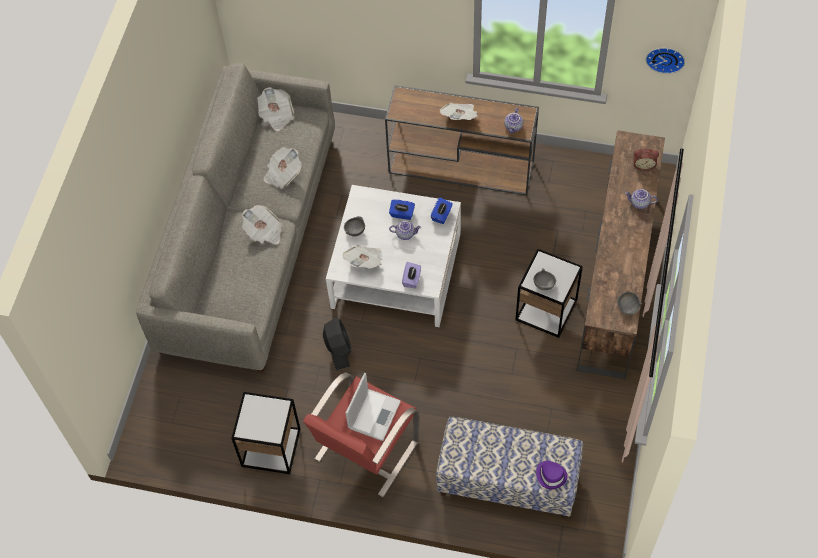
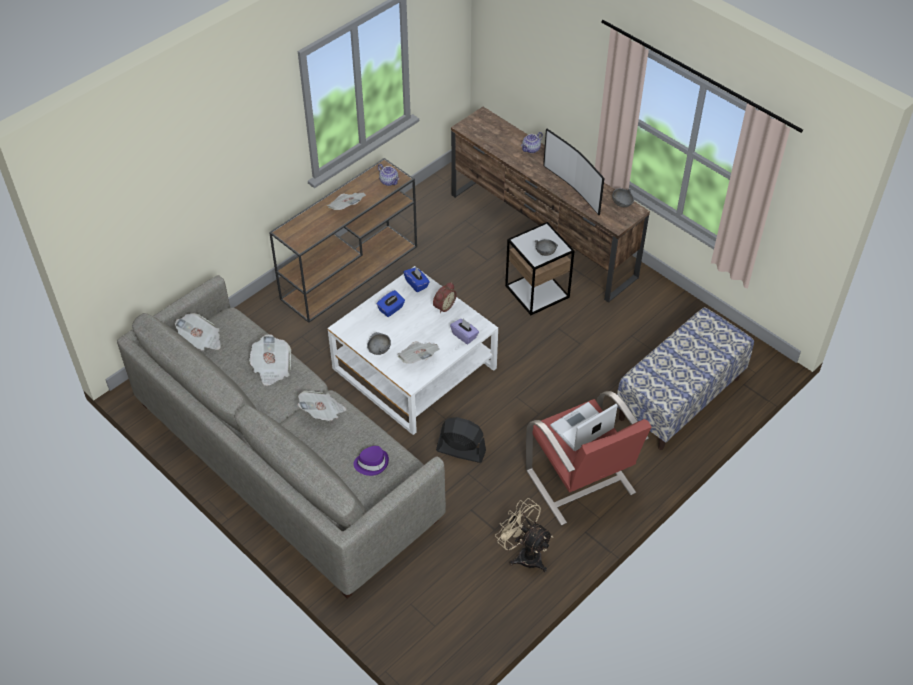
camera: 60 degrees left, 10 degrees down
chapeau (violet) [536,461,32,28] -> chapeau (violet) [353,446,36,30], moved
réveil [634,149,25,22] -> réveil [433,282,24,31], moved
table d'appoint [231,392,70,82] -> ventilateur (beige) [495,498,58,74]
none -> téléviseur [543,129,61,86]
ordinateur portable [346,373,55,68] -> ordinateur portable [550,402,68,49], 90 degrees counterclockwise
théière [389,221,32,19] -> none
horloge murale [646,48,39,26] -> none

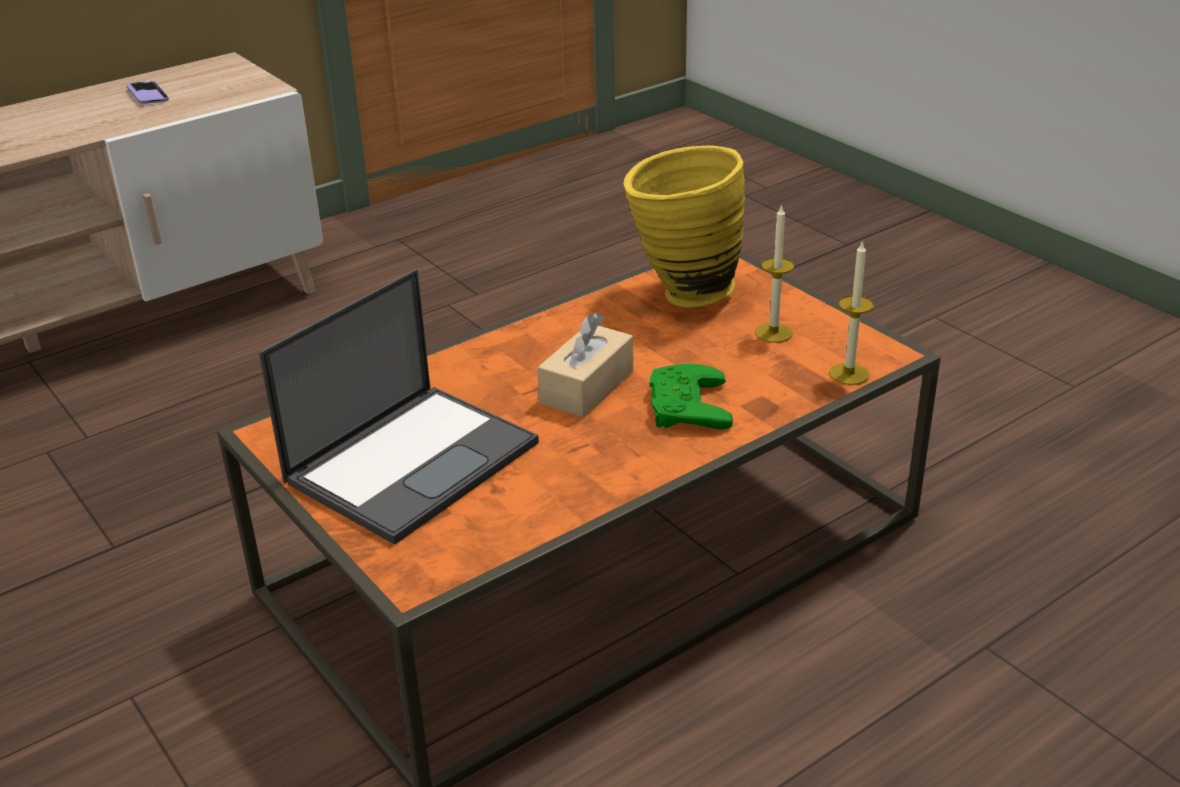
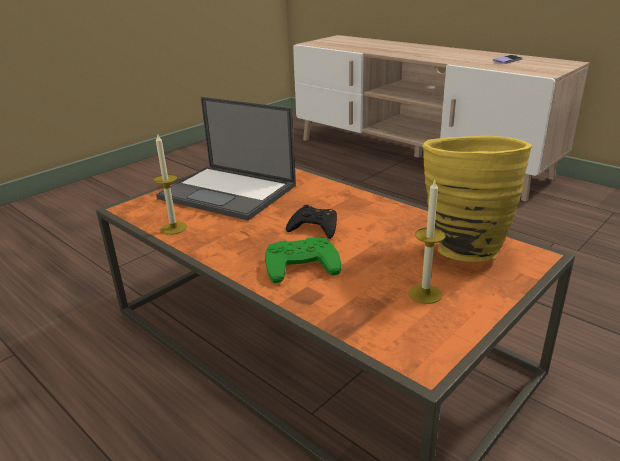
camera: 80 degrees right, 5 degrees down
bougie [829,240,45,145] -> bougie [153,133,34,102], moved
boîte à mouchoirs (beige) [537,313,96,105] -> manette (noir) [286,205,51,34]

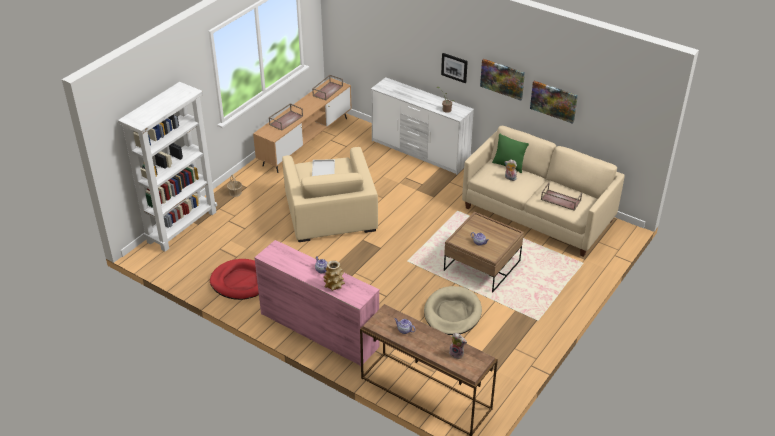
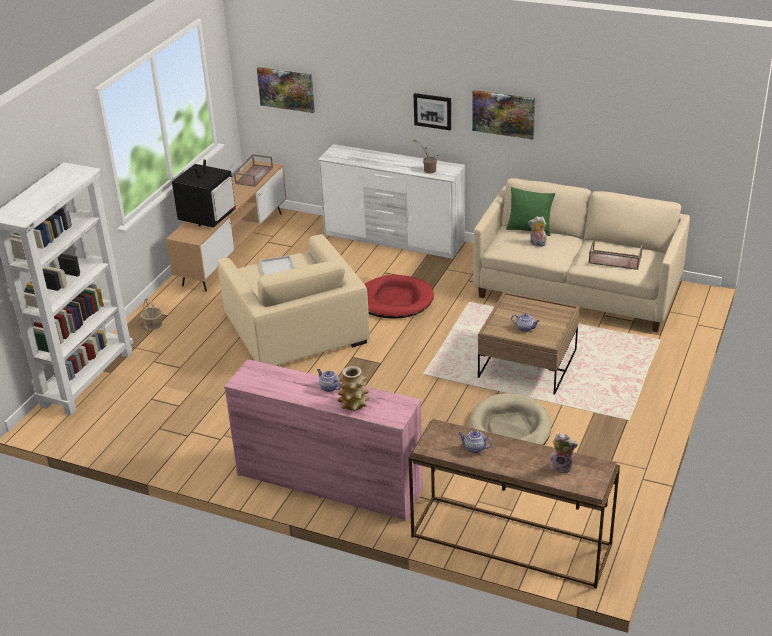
camera: 10 degrees left, 5 degrees down
plateau (marron) [269,103,34,28] -> téléviseur [172,159,64,69]
tableau [530,81,48,43] -> tableau [257,67,58,46], moved
panier pour chien (rouge) [210,259,49,41] -> panier pour chien (rouge) [364,275,70,44], moved

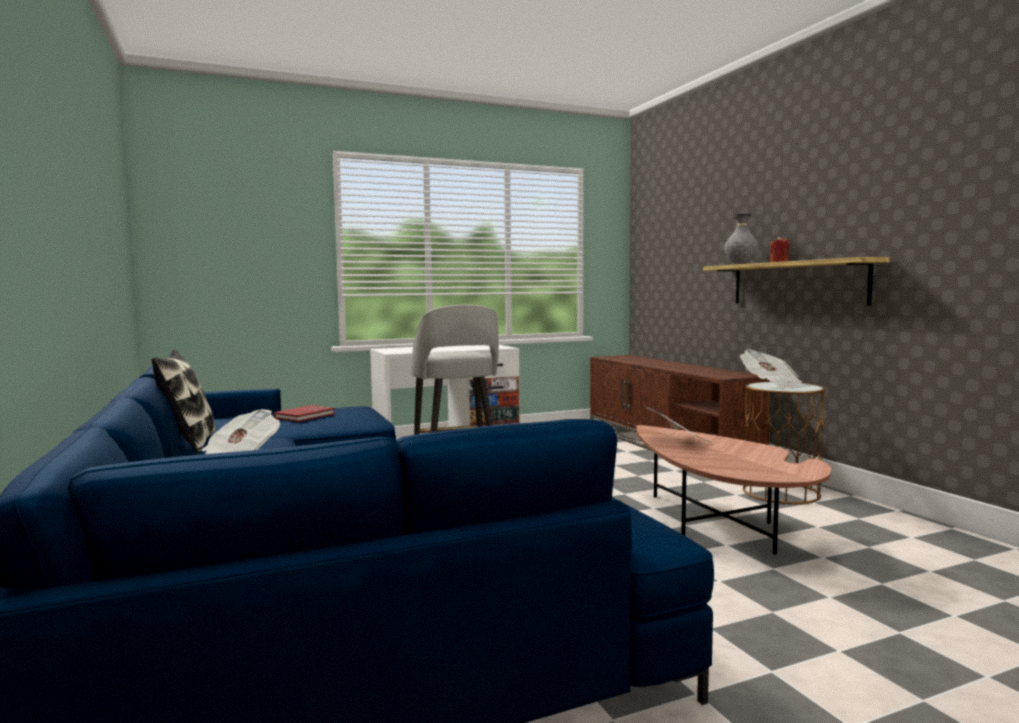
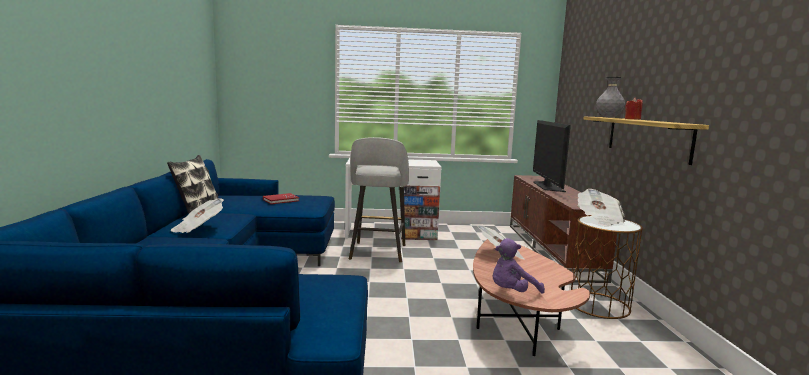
camera: 20 degrees right, 5 degrees up
none -> peluche (violet) [493,238,52,56]
none -> téléviseur [533,120,38,72]

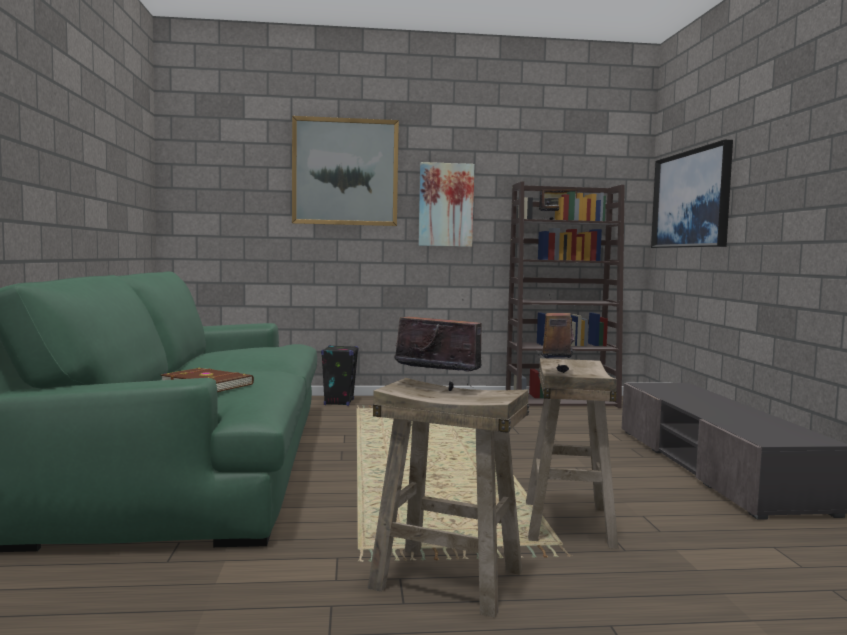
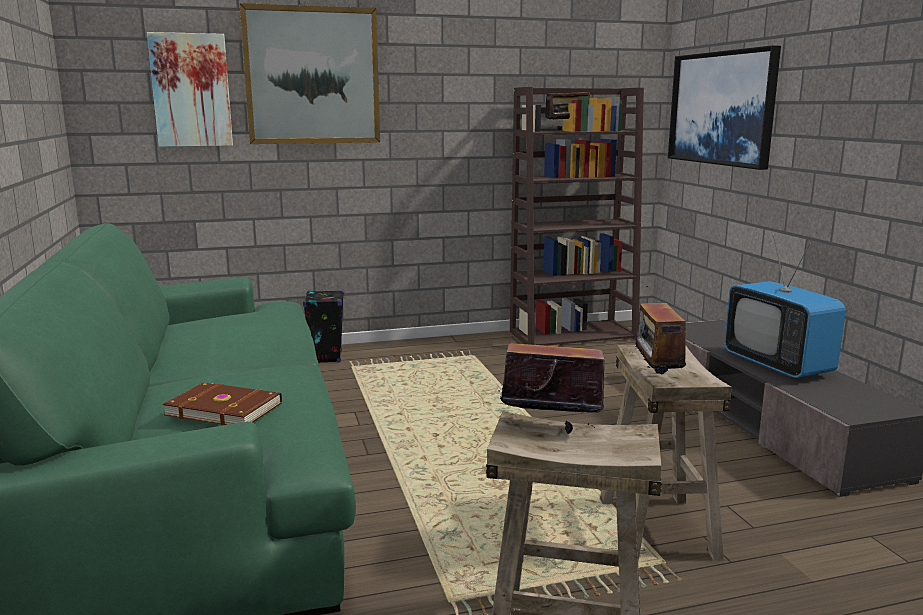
camera: 10 degrees left, 10 degrees up
tableau [418,162,57,85] -> tableau [147,32,86,115], moved
none -> téléviseur [724,236,122,142]

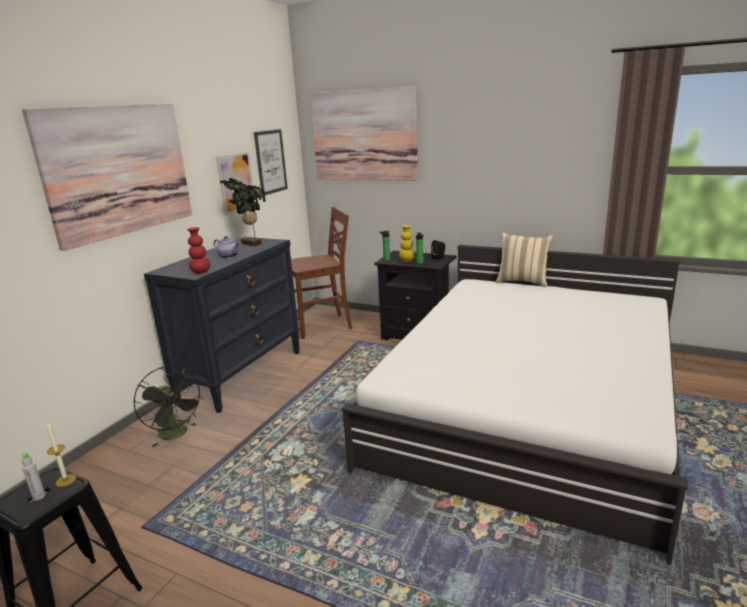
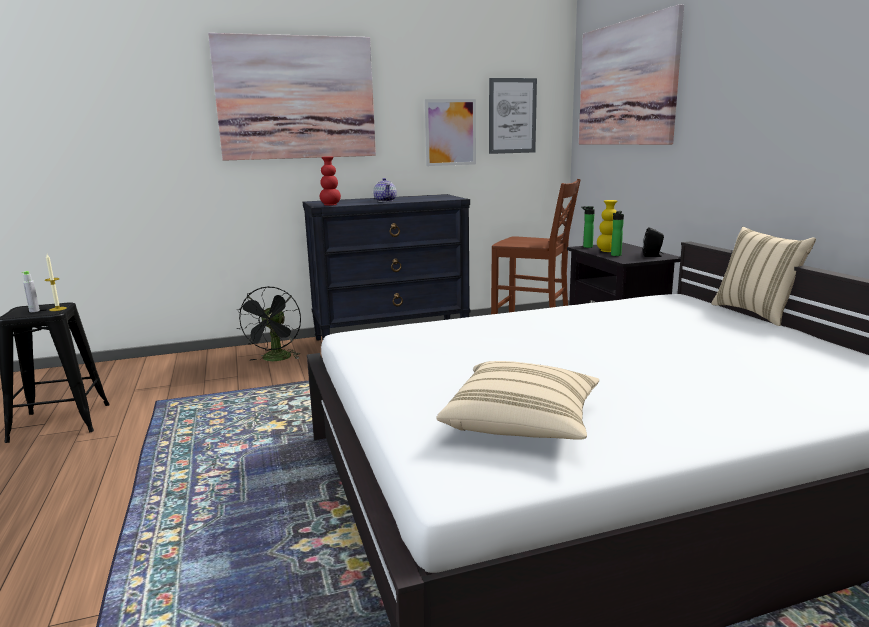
camera: 45 degrees right, 5 degrees down
none -> coussin (beige) [437,361,162,79]
plante en pot [220,178,46,68] -> none

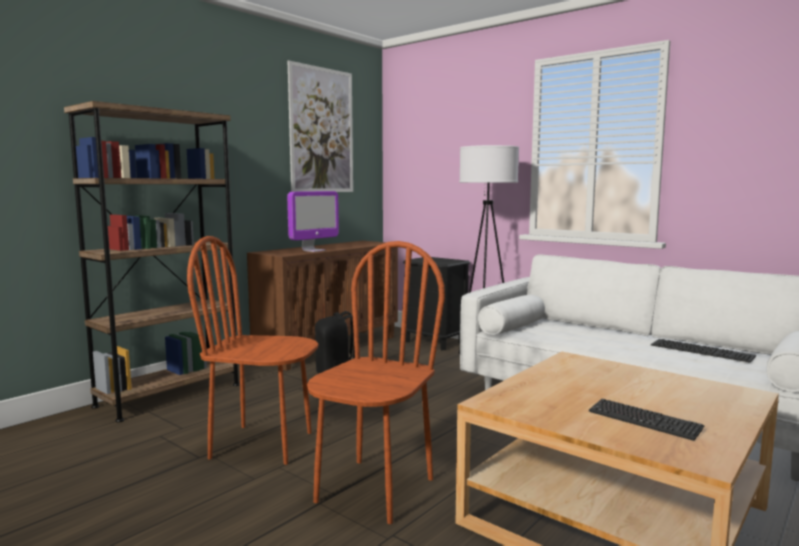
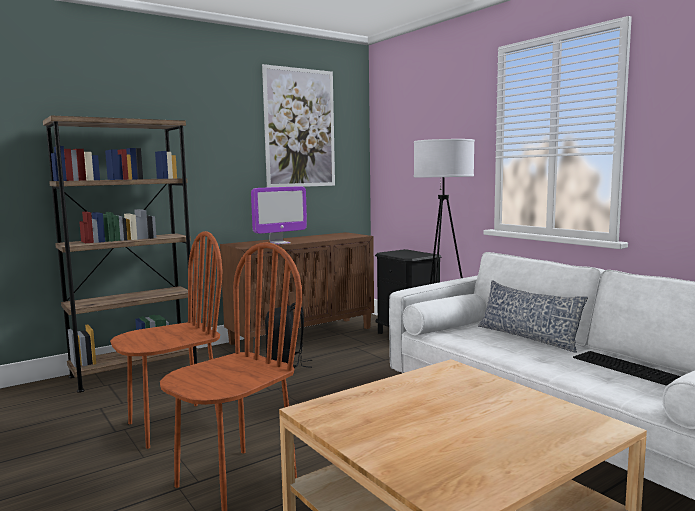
camera: 15 degrees right, 0 degrees up
chaise (marron) [187,236,131,229] -> chaise (marron) [110,231,112,218], 120 degrees clockwise
none -> coussin [478,280,110,73]
clavier [589,399,116,42] -> none

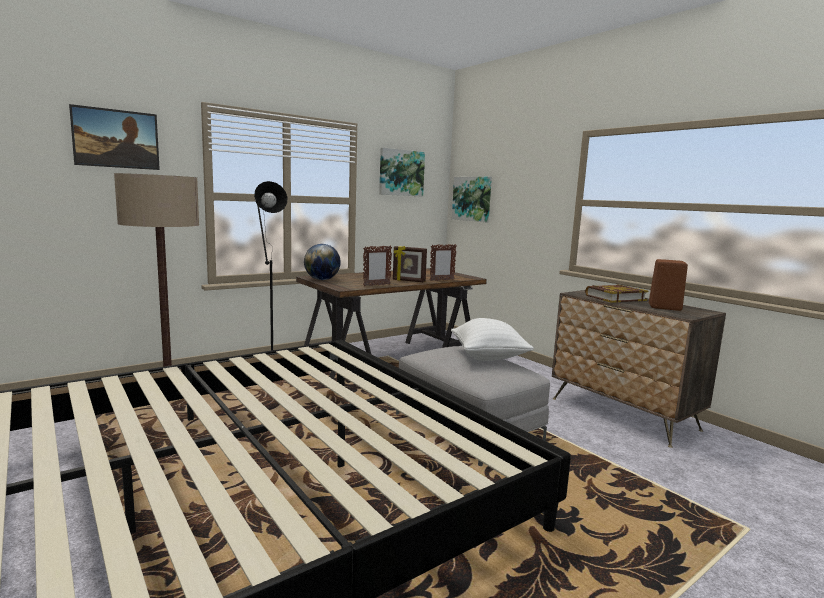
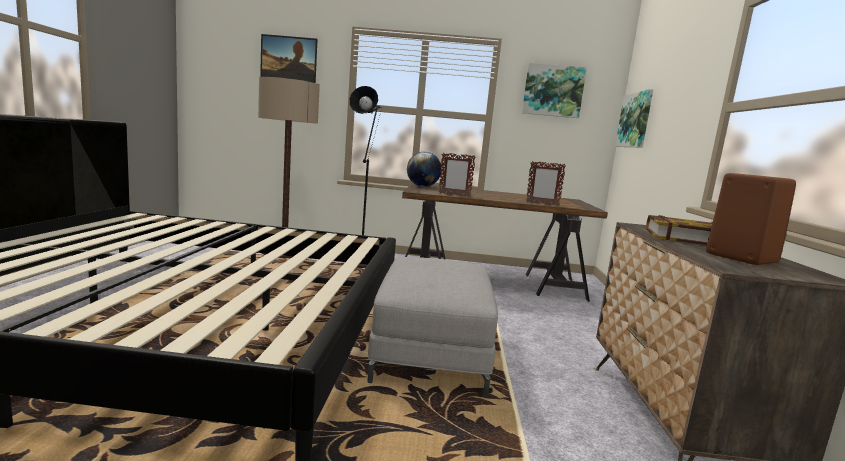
camera: 40 degrees right, 0 degrees up
cadre photo [393,246,34,36] -> none
coussin (blanc) [451,318,83,43] -> none

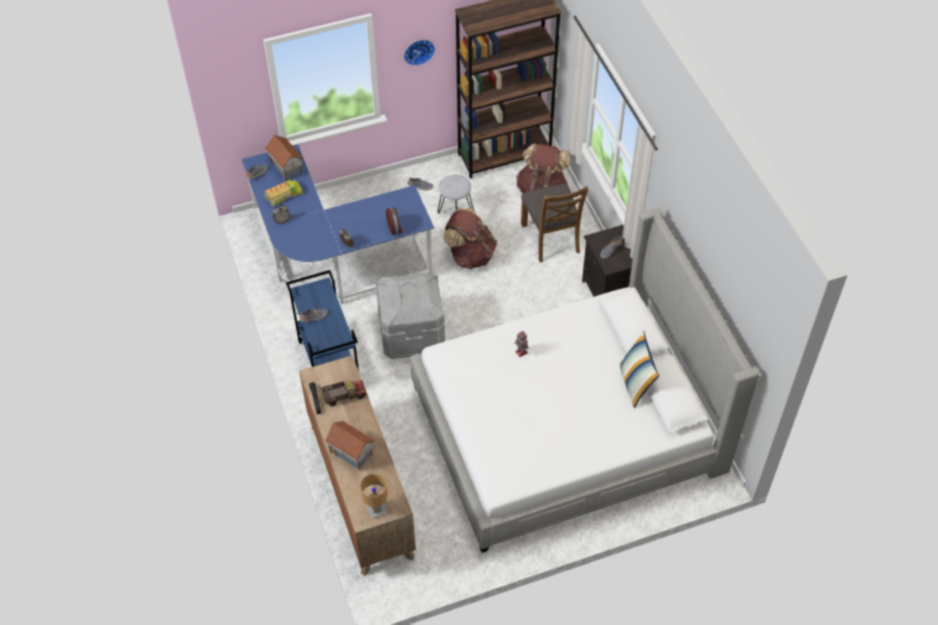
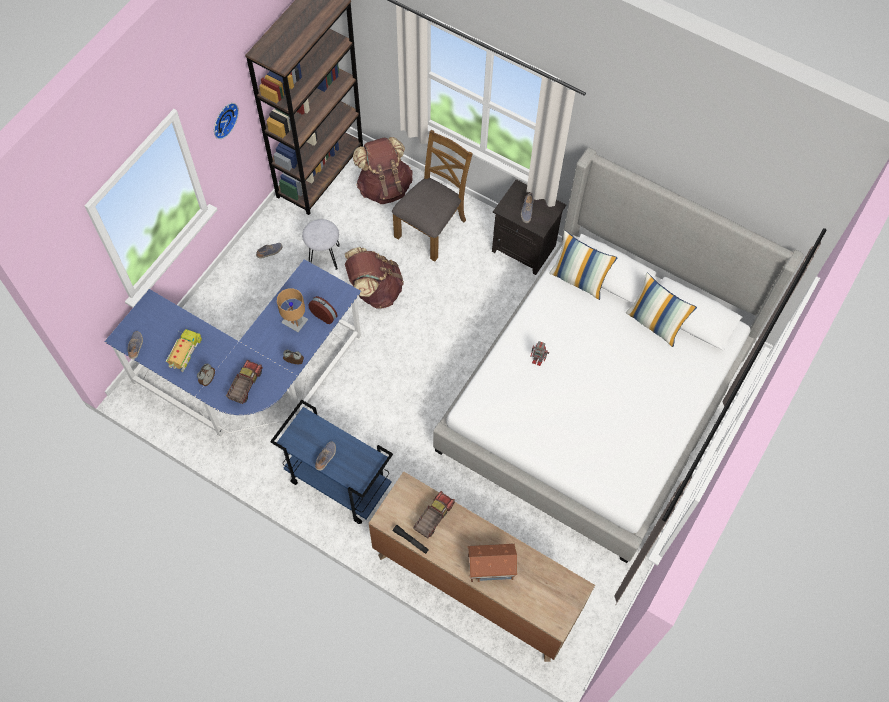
camera: 40 degrees left, 10 degrees up
none -> camion jouet [226,360,37,44]
lampe de table (marron) [360,474,28,44] -> lampe de table (marron) [277,288,31,44], moved
chaise (marron) [521,184,67,79] -> chaise (marron) [392,130,81,132], 90 degrees counterclockwise
none -> coussin [549,231,69,69]
maison miniature [265,135,38,46] -> none
boîte de rangement (gris) [376,271,69,88] -> none

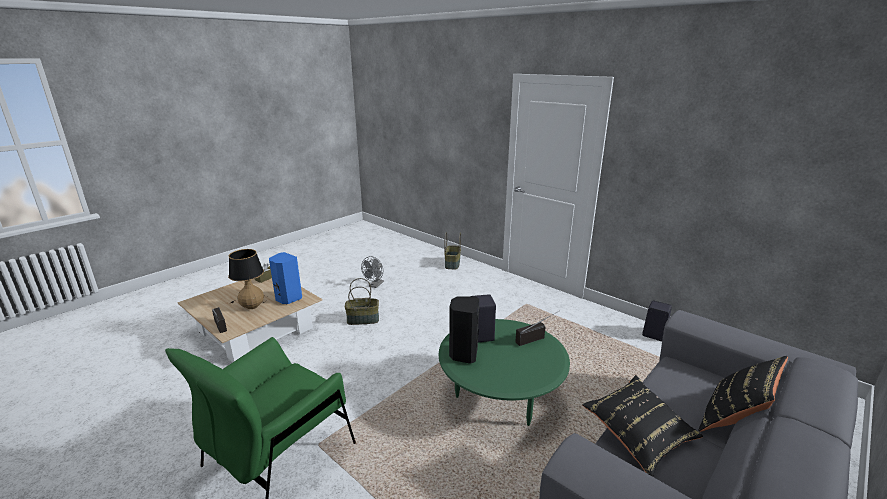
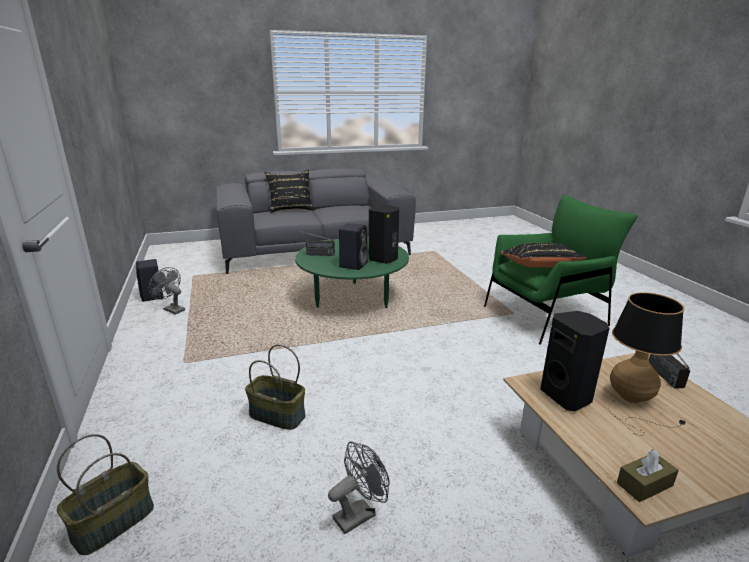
camera: 150 degrees left, 0 degrees up
none -> ventilateur (gris) [149,267,36,47]
panier [345,278,34,47] -> panier [245,344,60,86], moved
coussin (noir) [582,375,121,102] -> coussin (noir) [500,243,87,24], moved
enceinte (bleu) [269,252,33,52] -> enceinte (noir) [540,311,70,100]

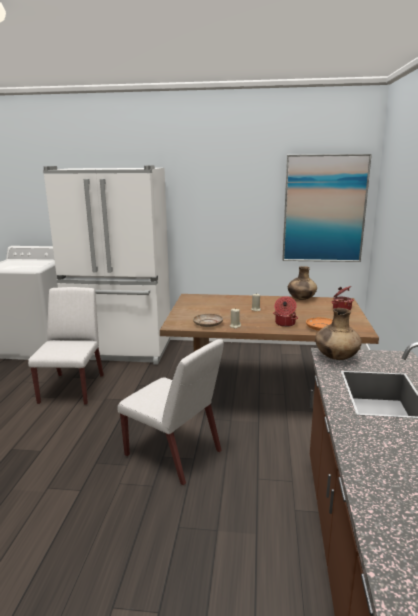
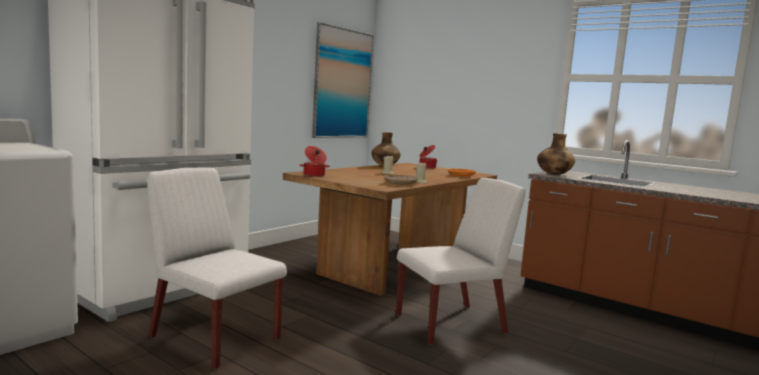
camera: 60 degrees left, 10 degrees down
marmite [273,296,25,31] -> marmite [299,146,31,31], moved

